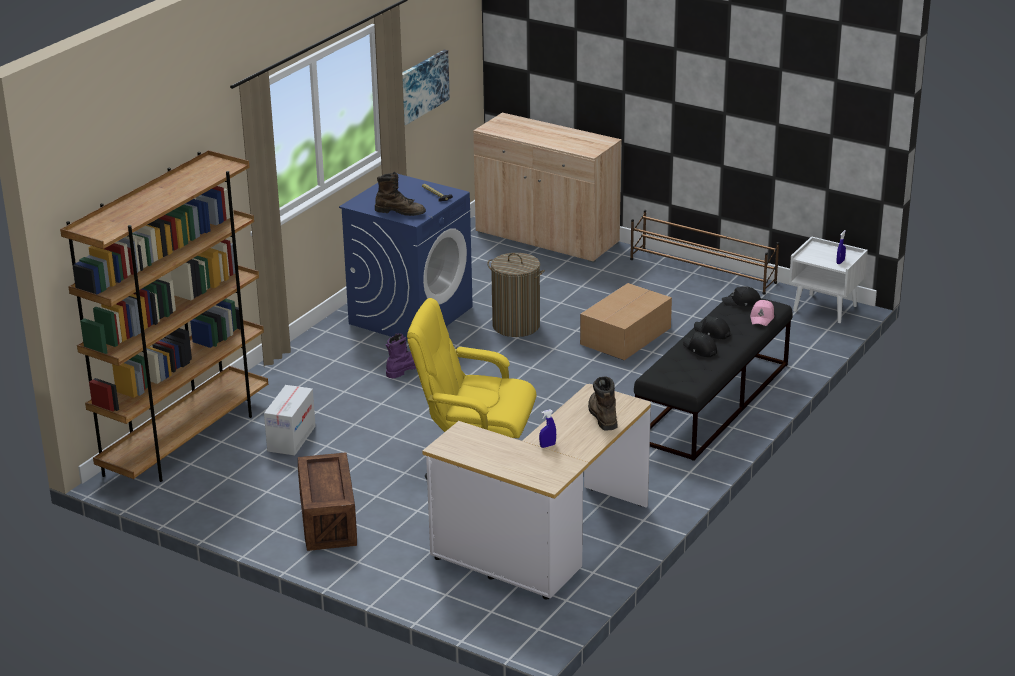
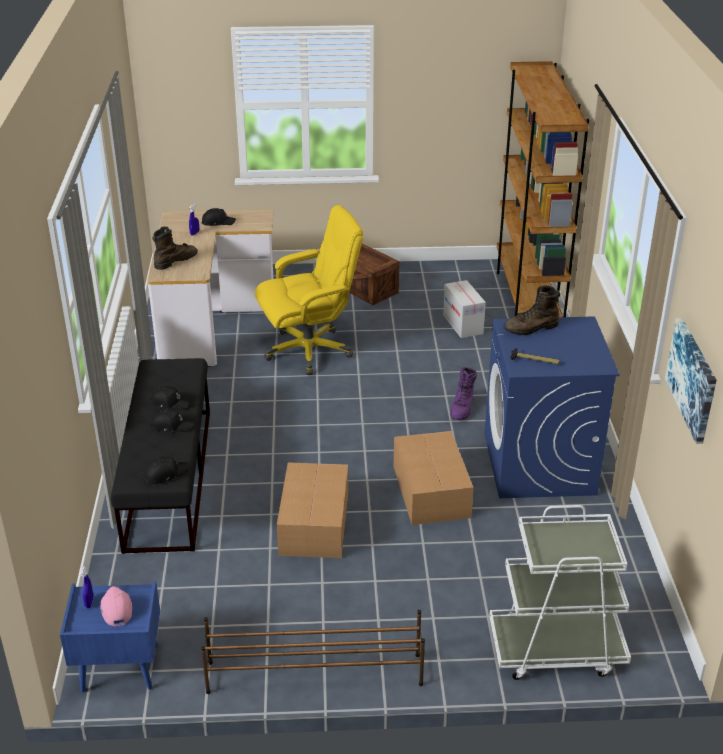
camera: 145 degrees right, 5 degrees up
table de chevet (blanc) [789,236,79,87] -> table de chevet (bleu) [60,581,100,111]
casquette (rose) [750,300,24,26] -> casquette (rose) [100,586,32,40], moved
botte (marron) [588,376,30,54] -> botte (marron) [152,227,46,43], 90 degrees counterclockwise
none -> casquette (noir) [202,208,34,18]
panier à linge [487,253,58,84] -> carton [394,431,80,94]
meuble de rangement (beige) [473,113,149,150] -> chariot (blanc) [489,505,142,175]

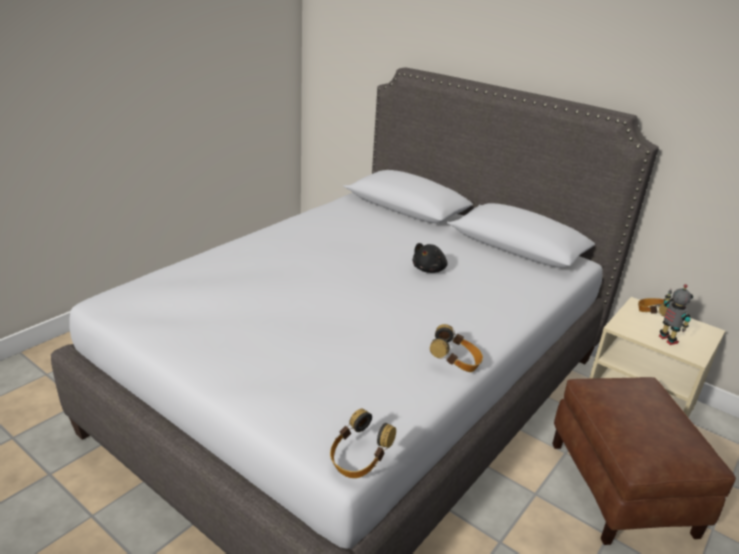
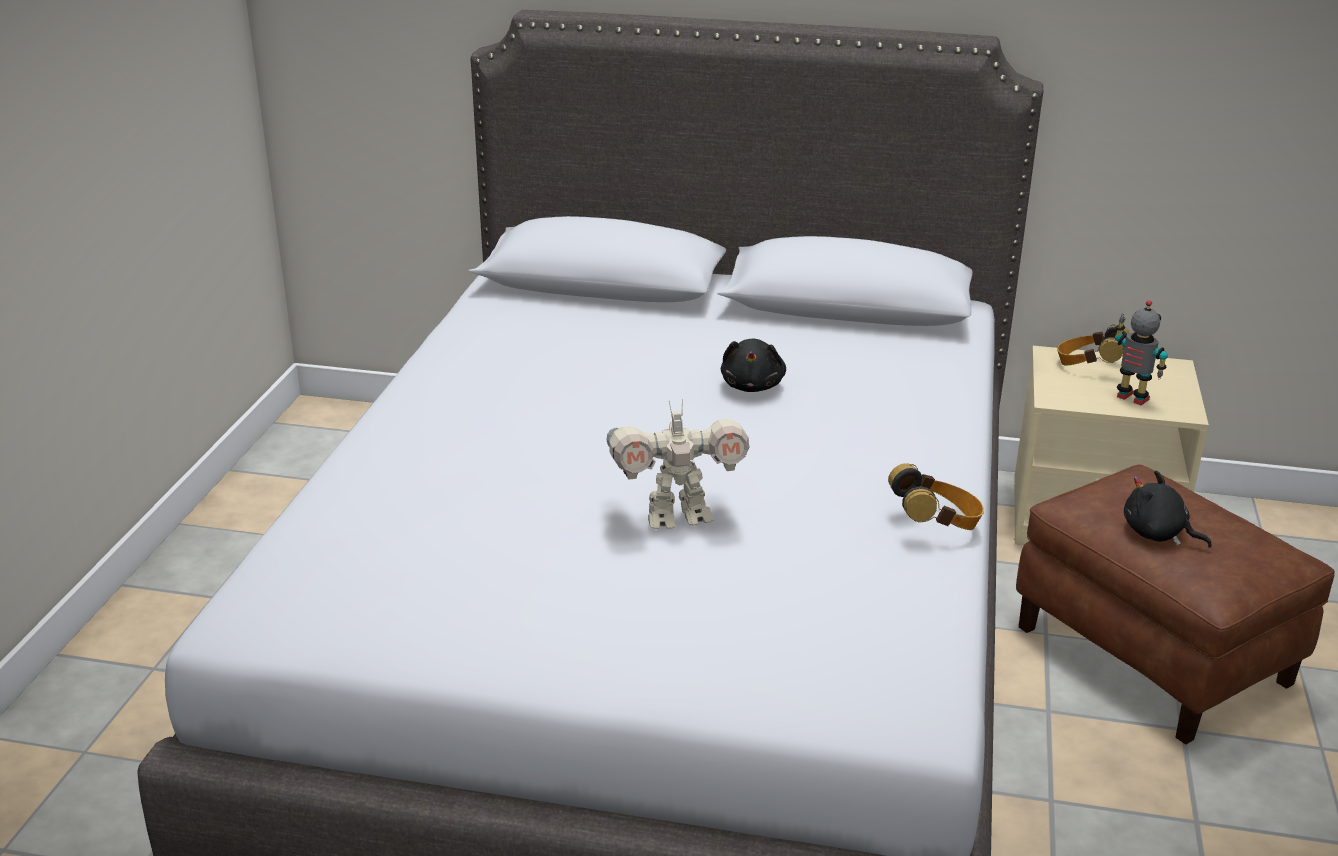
camera: 25 degrees left, 0 degrees up
none -> robot jouet [607,399,142,130]
none -> peluche (noir) [1124,470,88,78]
casque audio [330,409,66,69] -> none

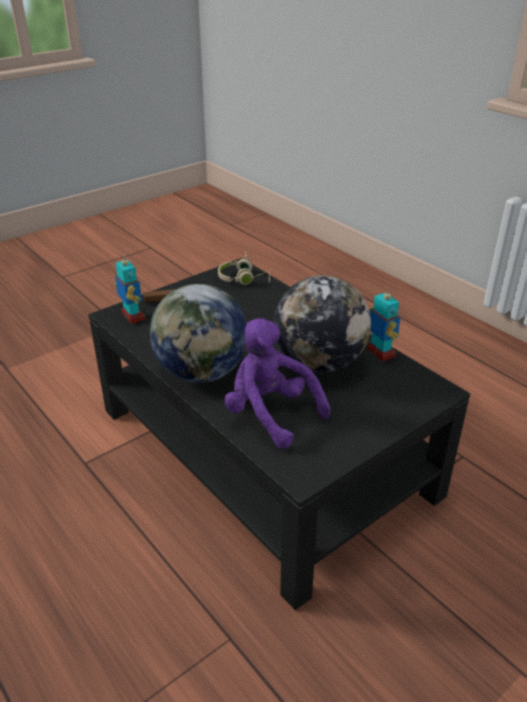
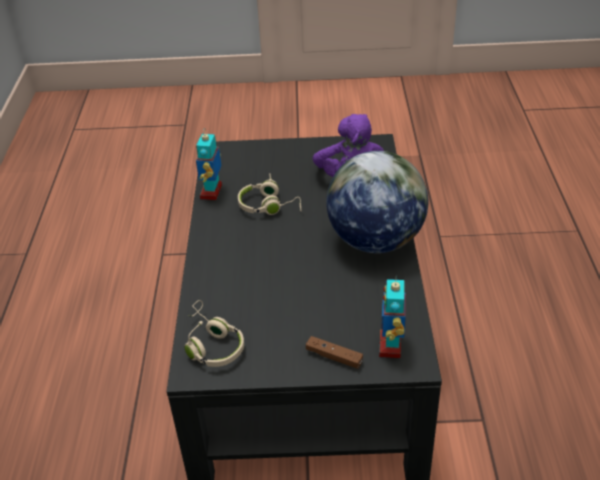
camera: 140 degrees left, 5 degrees up
globe [274,275,97,97] -> casque audio (beige) [238,173,64,42]

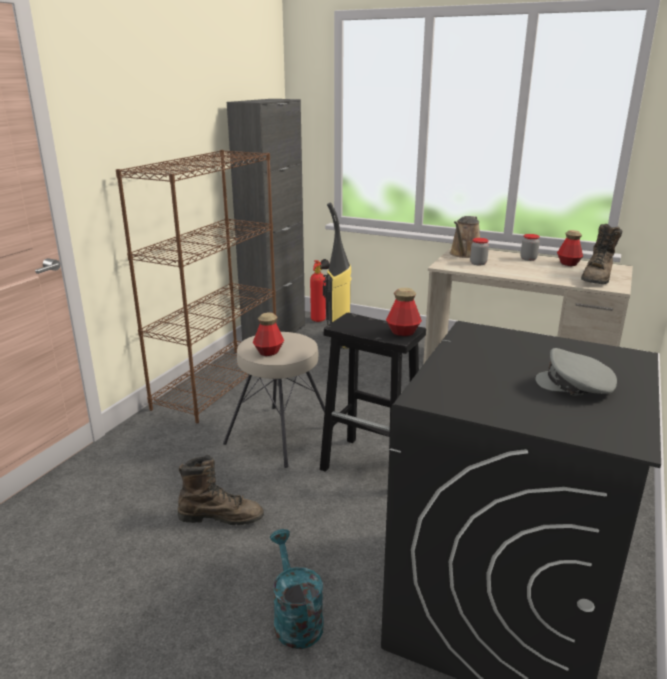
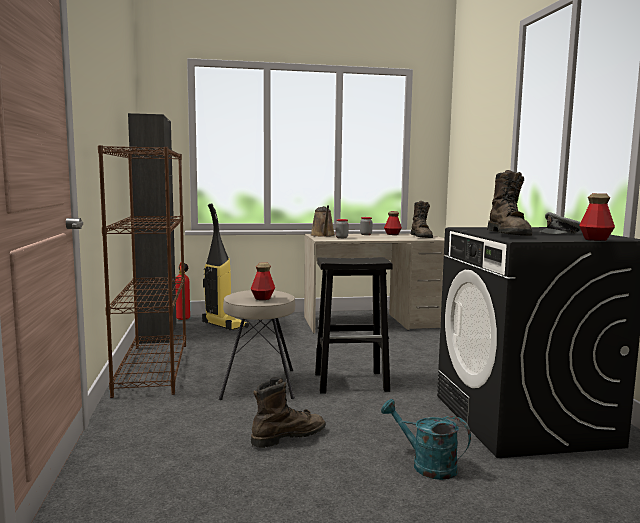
camera: 35 degrees left, 15 degrees down
none -> botte (marron) [487,170,45,66]
bouteille [386,288,36,48] -> bouteille [579,193,36,48], moved

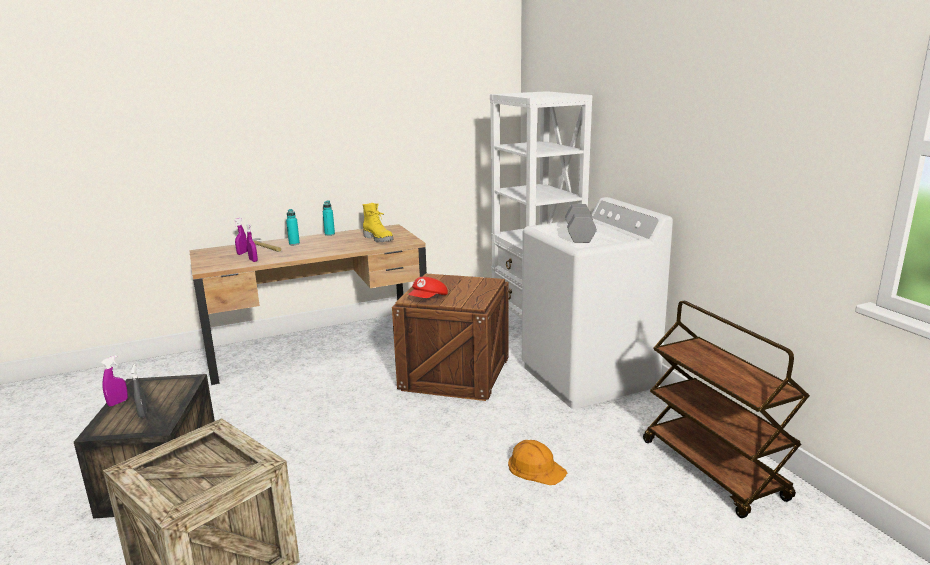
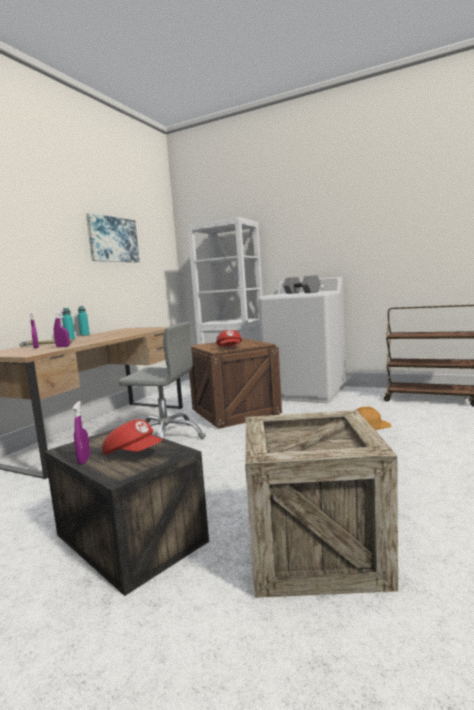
camera: 40 degrees left, 10 degrees down
none -> tableau [86,213,54,49]
vaporisateur (gris) [131,364,16,54] -> casquette (rouge) [102,419,61,35]
none -> chaise de bureau (gris) [119,322,87,118]
botte (jaune) [363,203,30,39] -> none

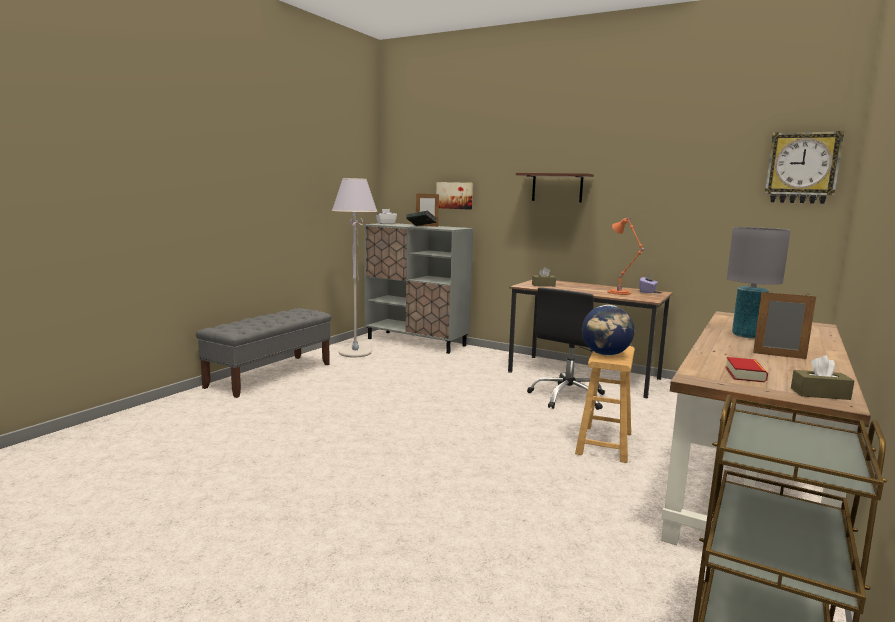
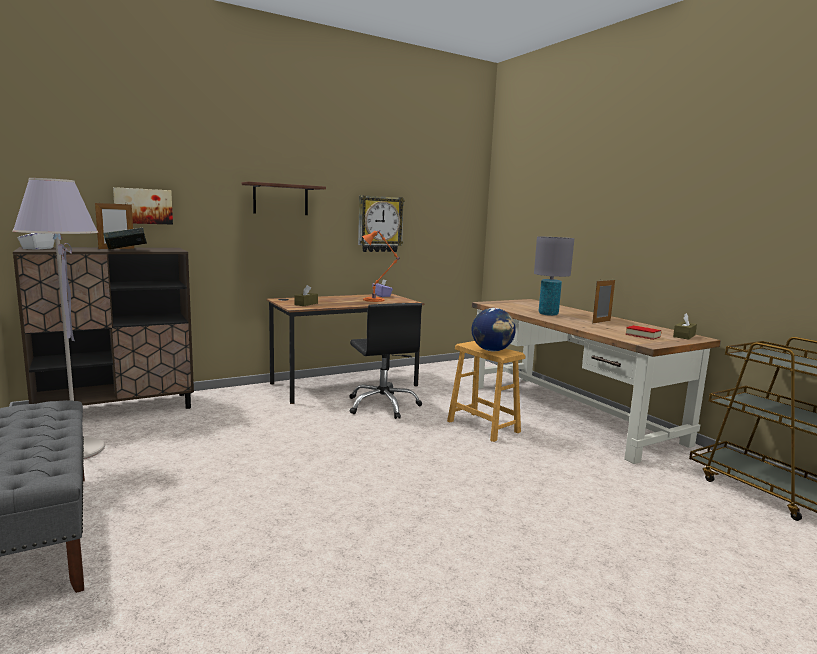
camera: 60 degrees left, 0 degrees up
meuble de rangement (gris) [364,223,110,131] -> meuble de rangement (marron) [13,247,181,162]
horloge murale [765,131,79,73] -> horloge murale [358,195,47,57], moved

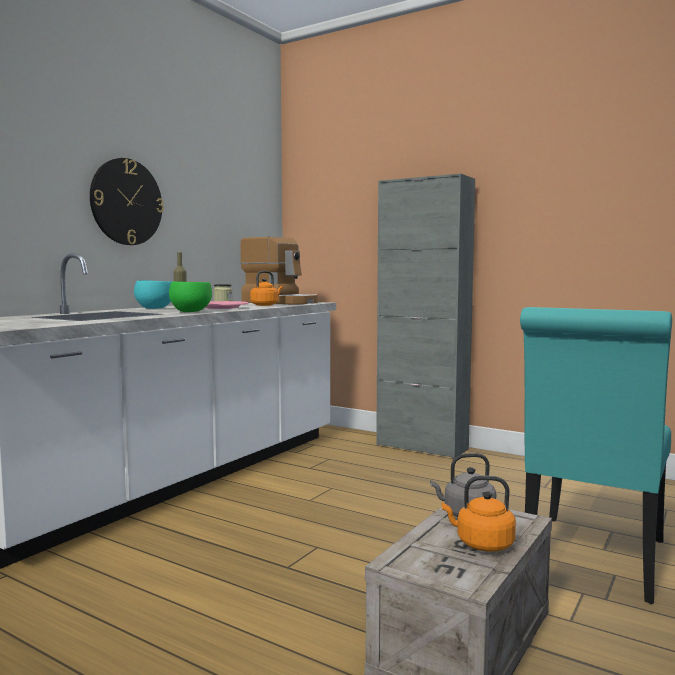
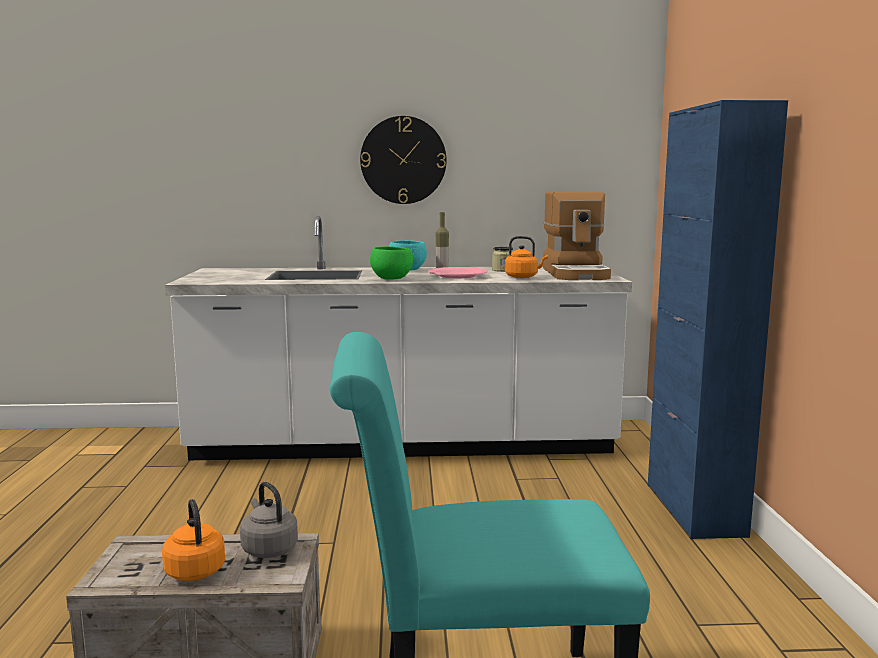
camera: 55 degrees right, 5 degrees up
meuble de rangement (gris) [376,173,99,286] -> meuble de rangement (bleu) [648,100,140,439]

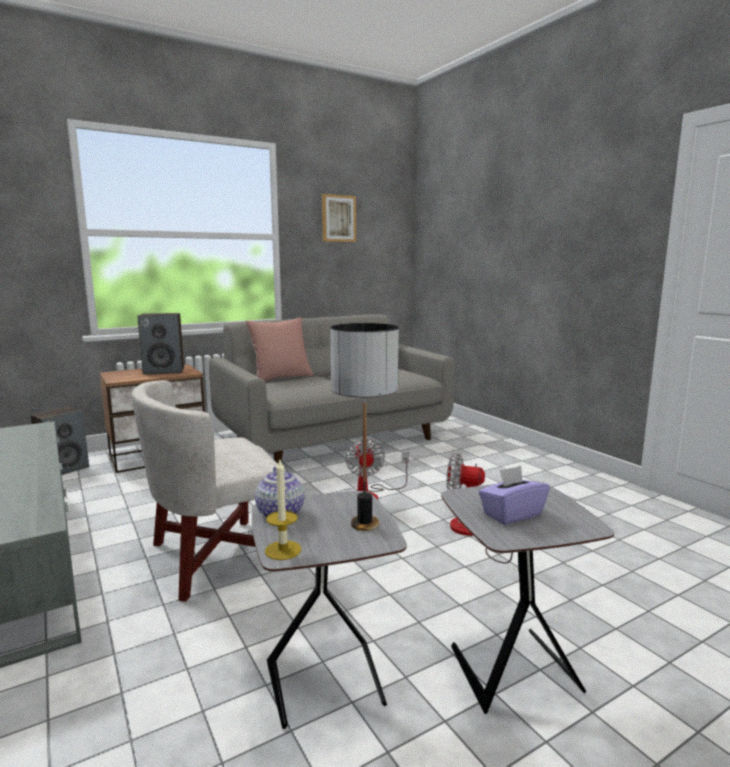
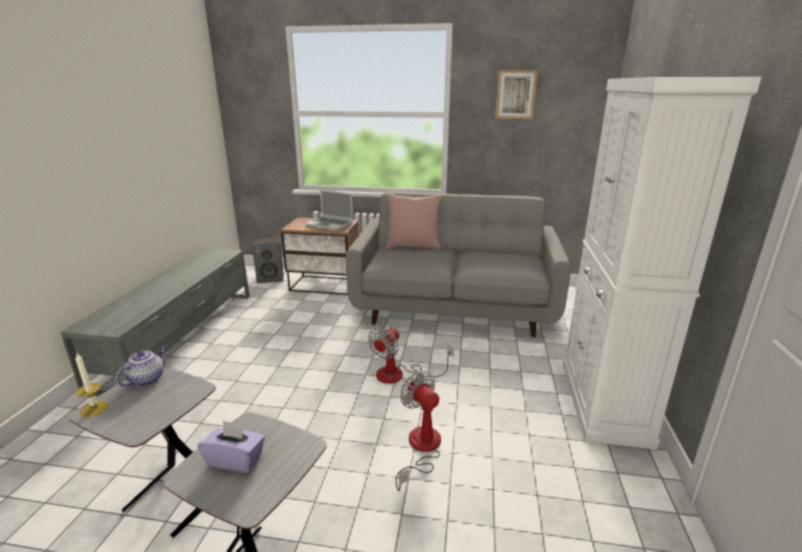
camera: 40 degrees right, 10 degrees up
enceinte [138,313,46,62] -> ordinateur portable [305,190,48,41]
none -> meuble de rangement (blanc) [563,77,198,373]
fauteuil (blanc) [131,380,155,222] -> none
lampe de table [330,323,69,208] -> none

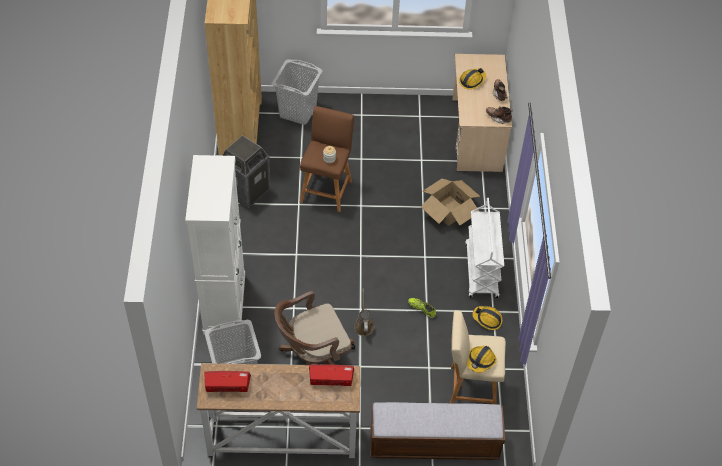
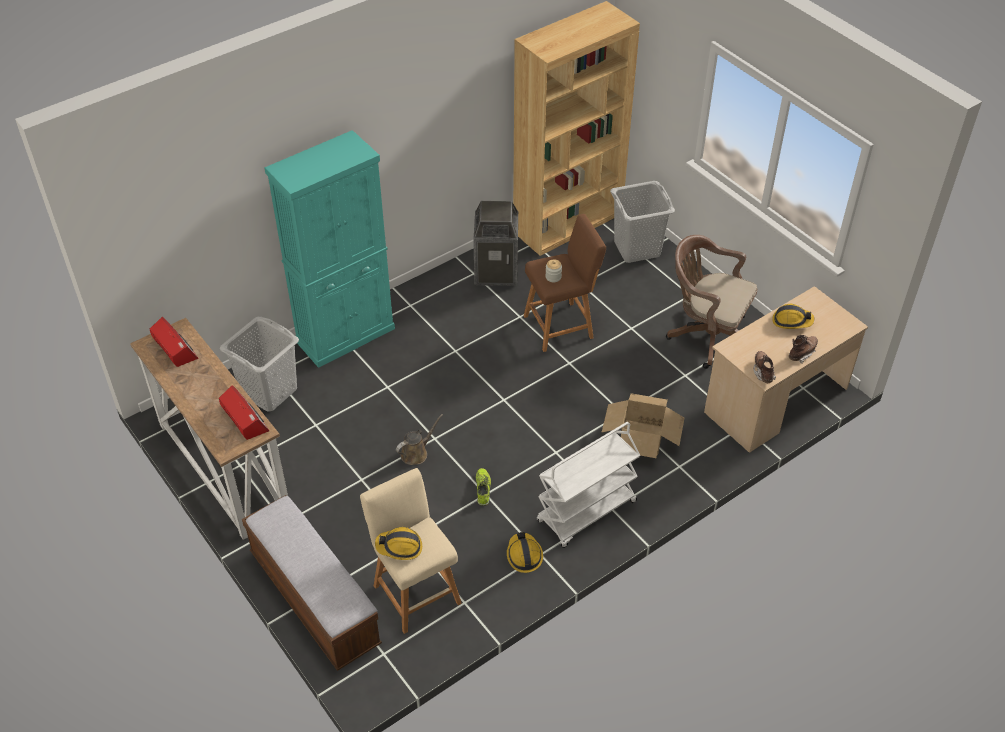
camera: 55 degrees right, 5 degrees down
meuble de rangement (blanc) [185,155,60,180] -> meuble de rangement (turquoise) [264,130,131,238]
chaise de bureau (marron) [275,291,80,74] -> chaise de bureau (marron) [666,235,91,134], moved

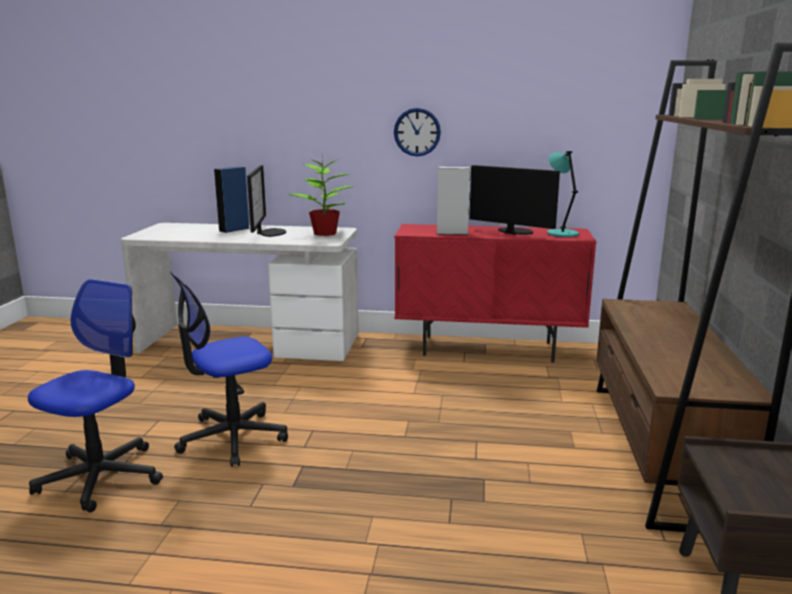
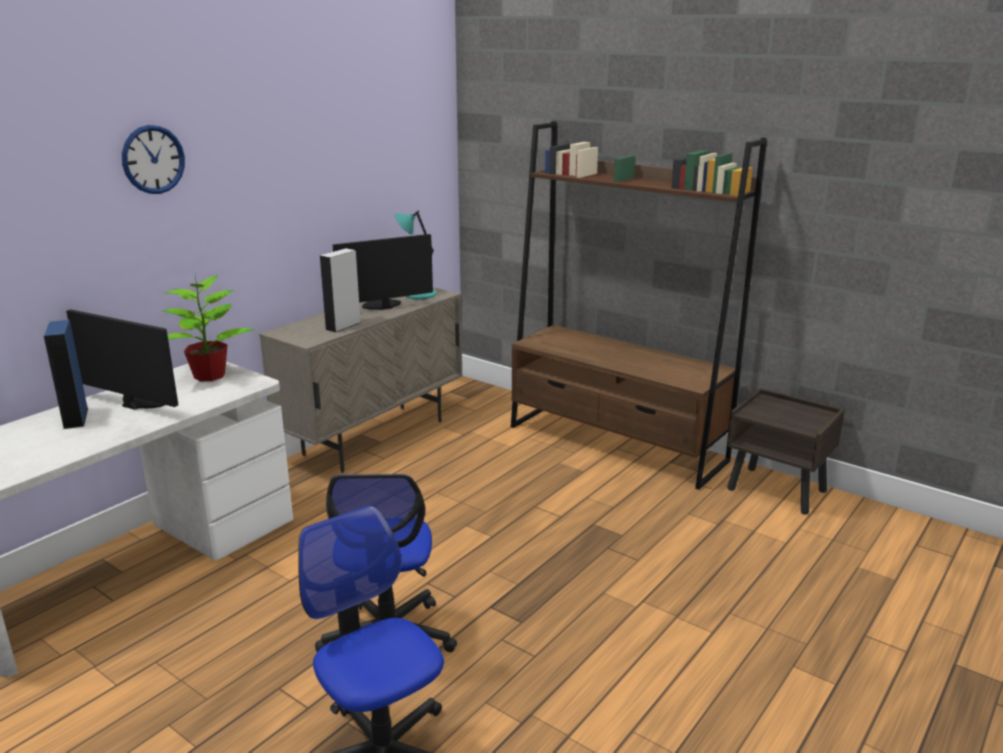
camera: 60 degrees left, 5 degrees up
horloge murale [394,108,47,48] -> horloge murale [122,125,63,69], moved
meuble de rangement (rouge) [394,224,202,139] -> meuble de rangement (beige) [259,287,204,186]

